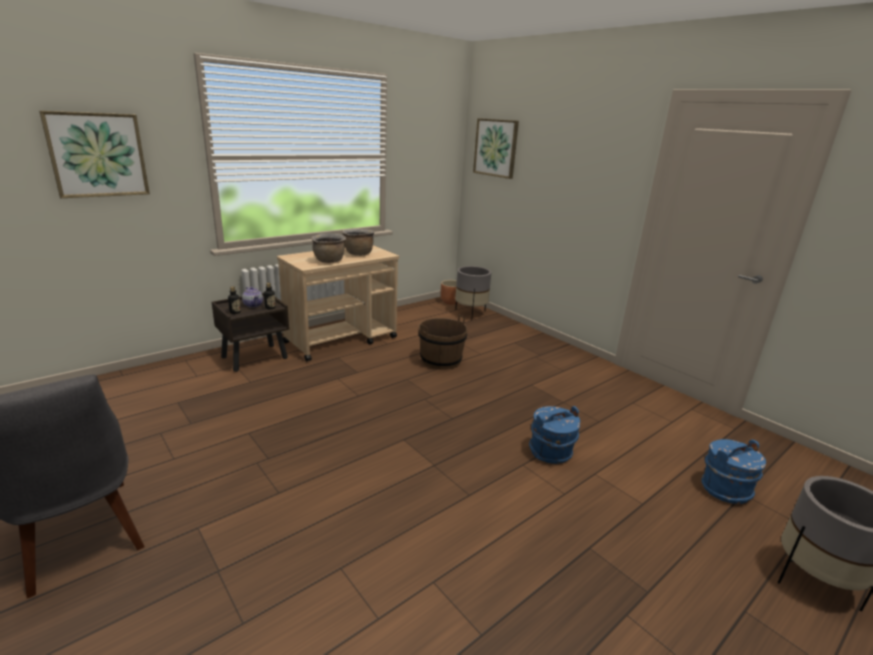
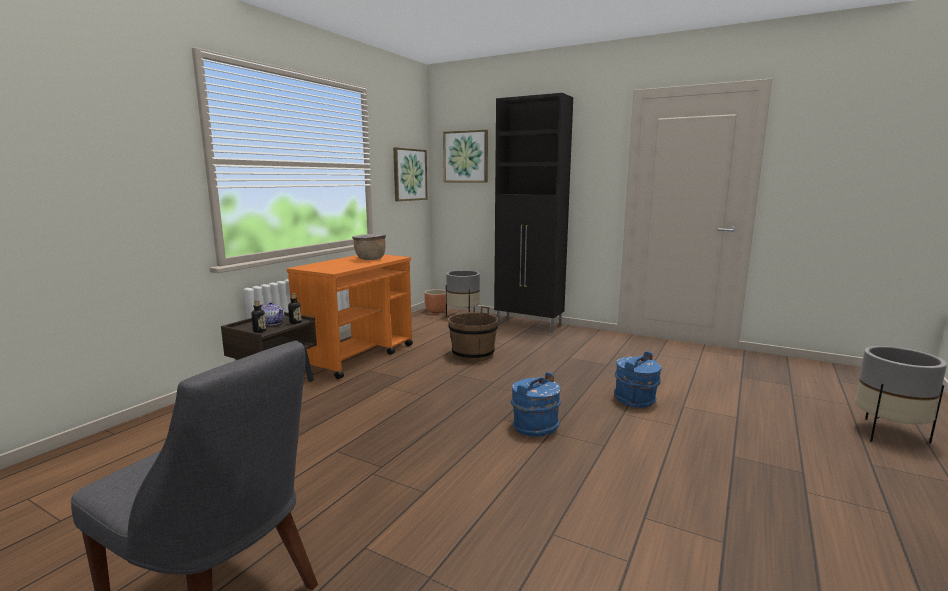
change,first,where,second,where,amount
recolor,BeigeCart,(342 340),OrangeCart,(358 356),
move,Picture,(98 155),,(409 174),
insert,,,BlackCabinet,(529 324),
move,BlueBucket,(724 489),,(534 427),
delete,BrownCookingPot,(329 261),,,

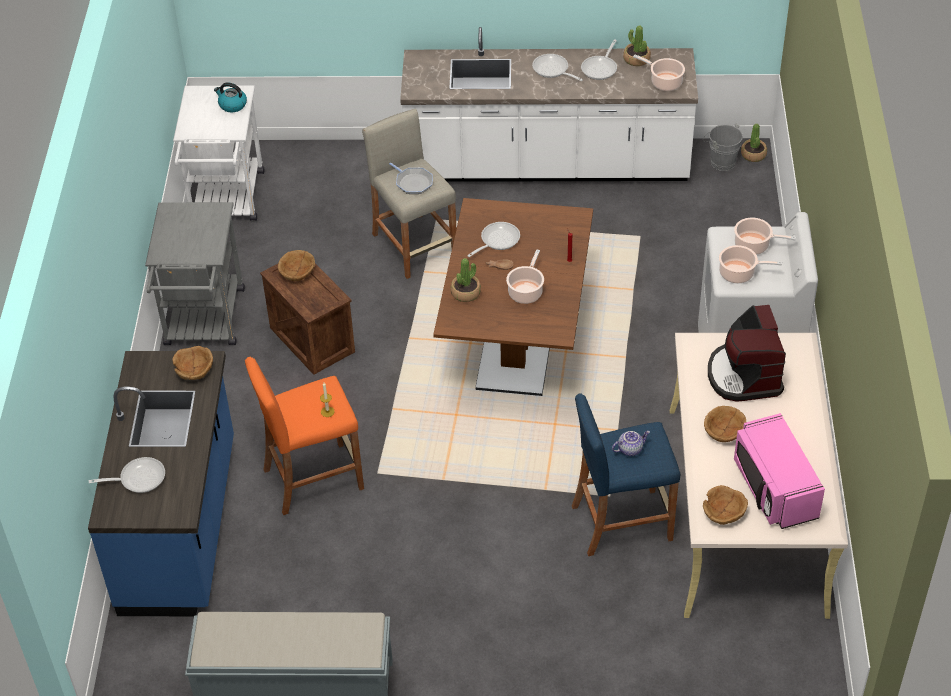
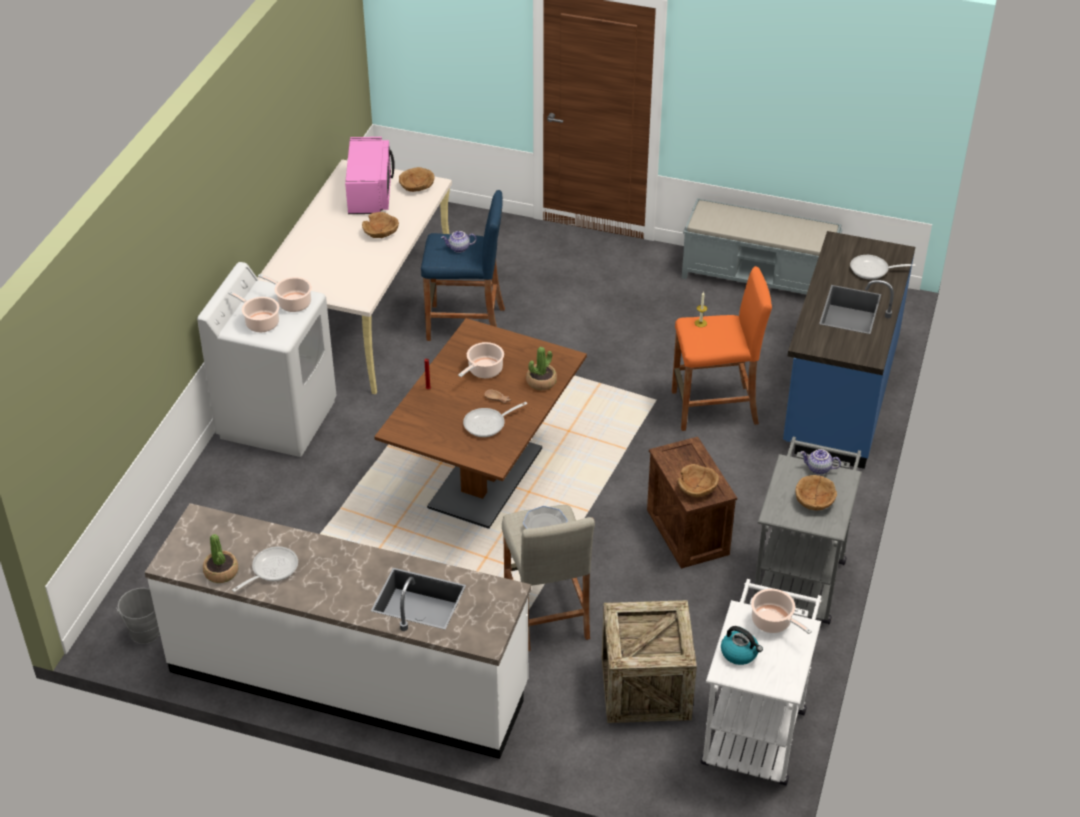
change,first,where,second,where,amount
insert,,,Crate,(645 688),
move,CookingPot,(664 82),,(773 622),
move,BrownBowl,(194 370),,(814 501),
insert,,,Teapot,(818 469),
delete,FryingPan,(552 70),,,
delete,CoffeeMachine,(744 375),,,
delete,PottedPlant,(753 155),,,

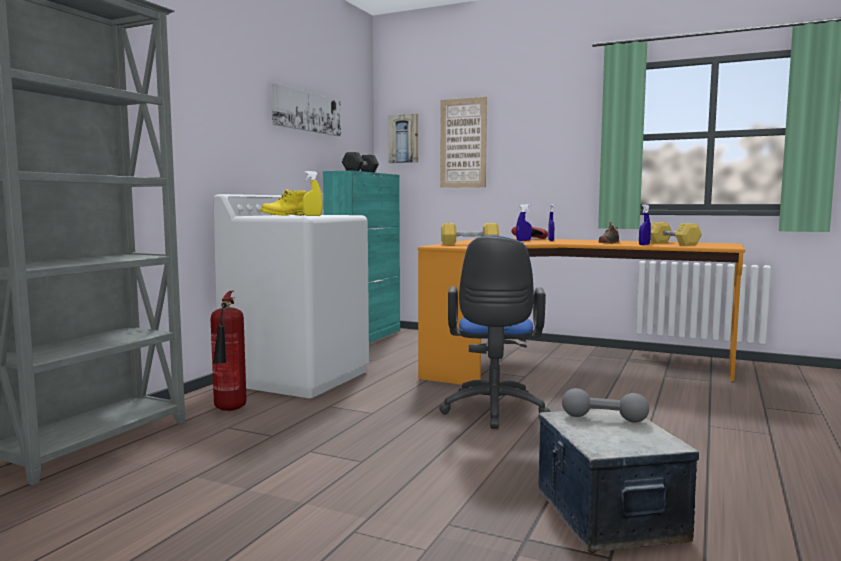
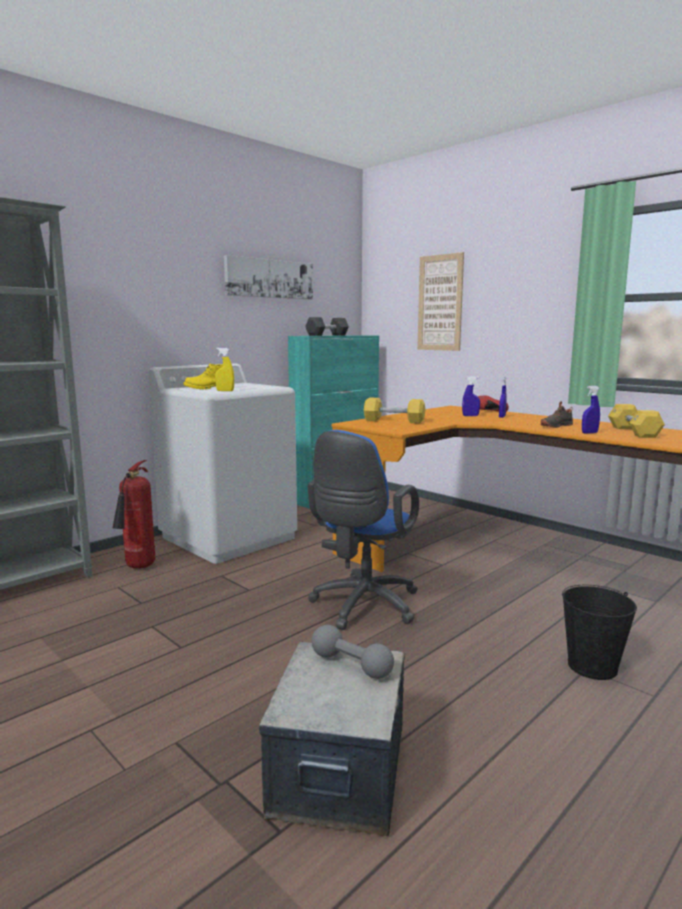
change,first,where,second,where,amount
insert,,,BlackBucket,(592 666),
delete,Picture,(404 139),,,

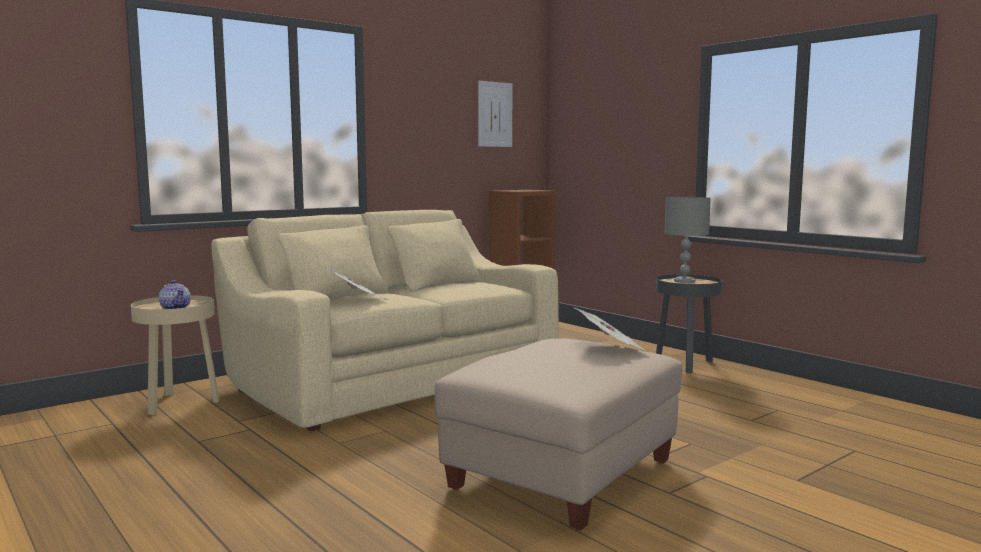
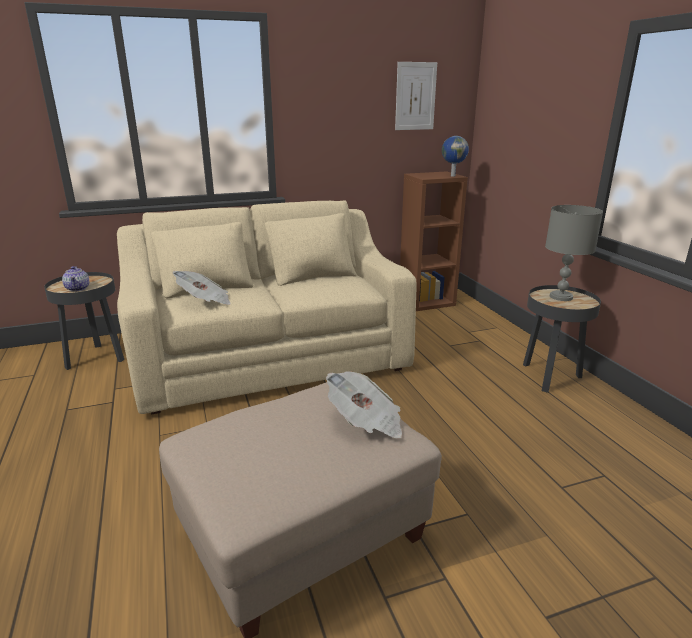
change,first,where,second,where,amount
recolor,BeigeSideTable,(179 403),BlackSideTable,(96 358),
insert,,,Globe,(452 176),

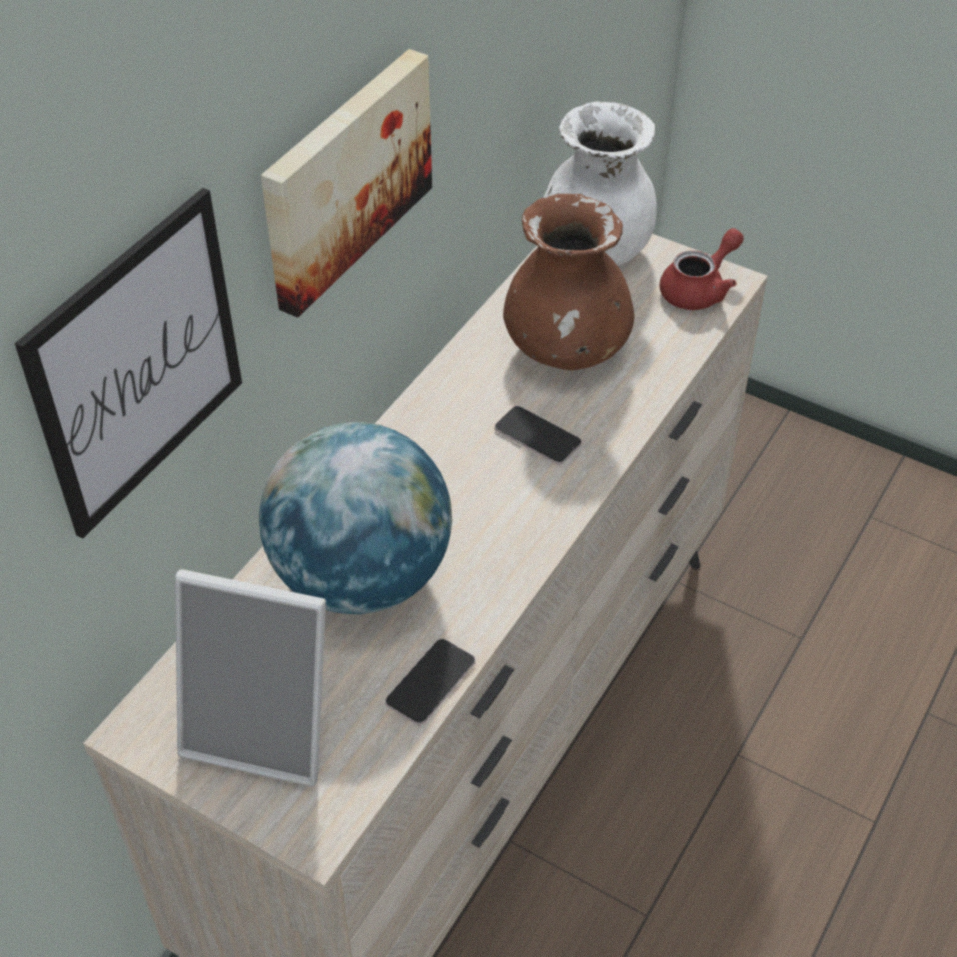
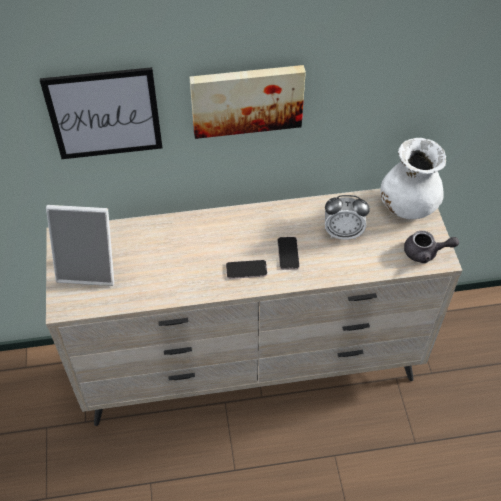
change,first,where,second,where,amount
rotate,PictureFrame,(265 728),,(89 267),60 degrees counterclockwise
move,Phone,(430 682),,(246 270),
replace,BrownVase,(567 349),AlarmClock,(343 233),
recolor,RedTeapot,(699 290),GreyTeapot,(425 253),
delete,Globe,(362 576),,,

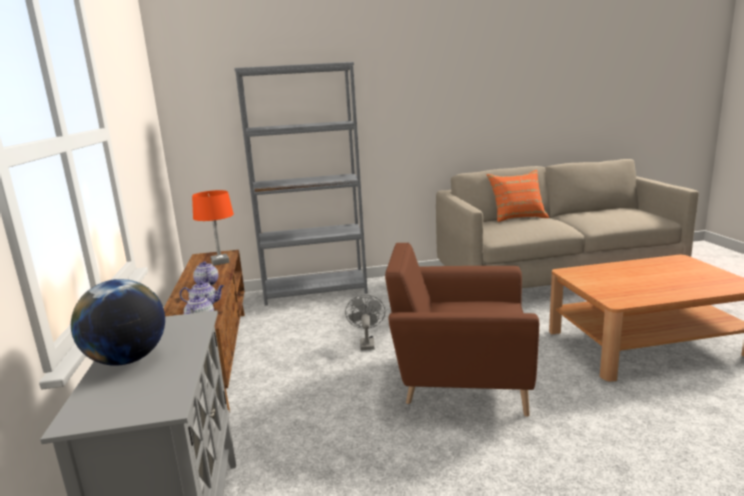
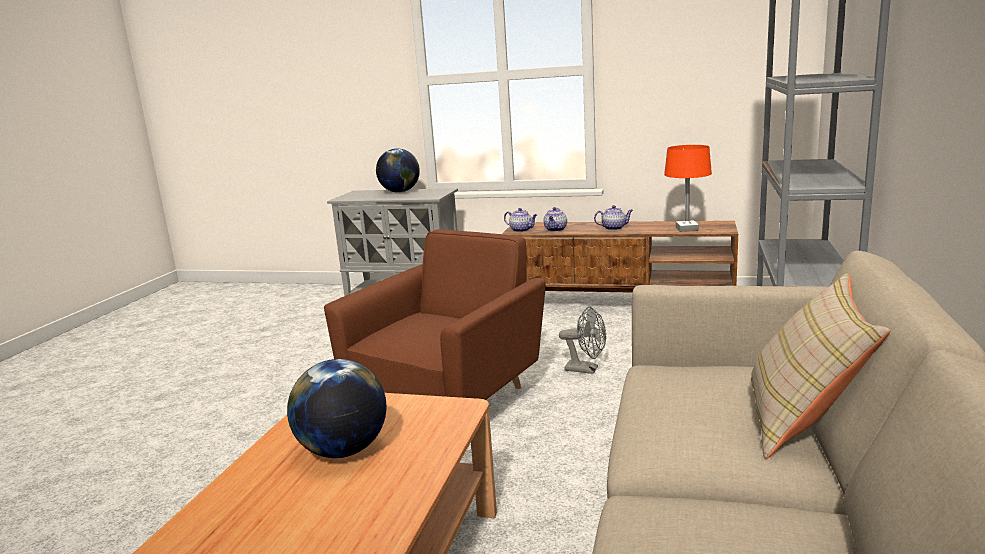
change,first,where,second,where,amount
insert,,,Globe,(343 451),
recolor,OrangePillow,(517 217),BeigePillow,(803 420),

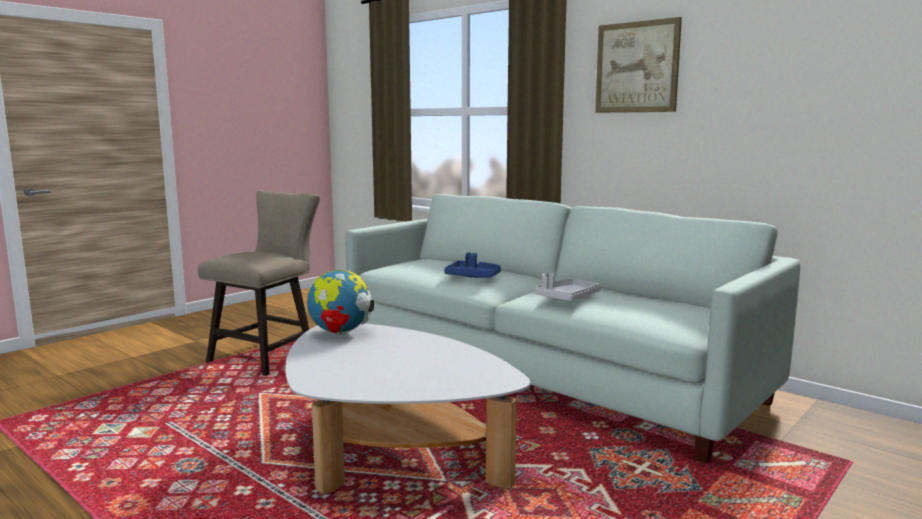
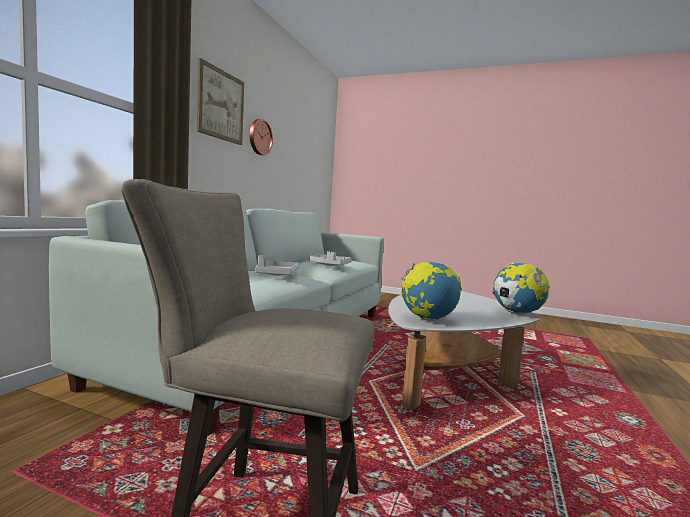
change,first,where,second,where,amount
insert,,,WallClock,(259 137),
recolor,BlueTray,(473 276),GreyTray,(277 275),
insert,,,Globe,(516 313),

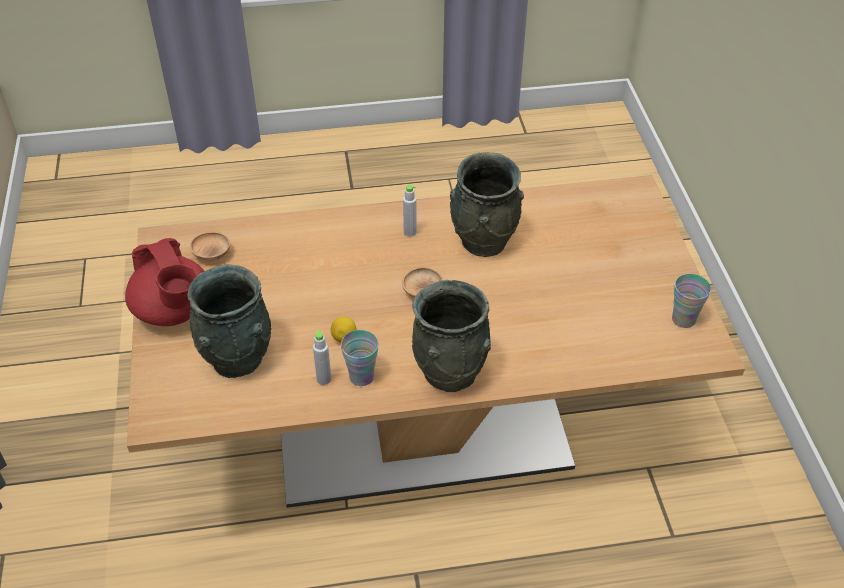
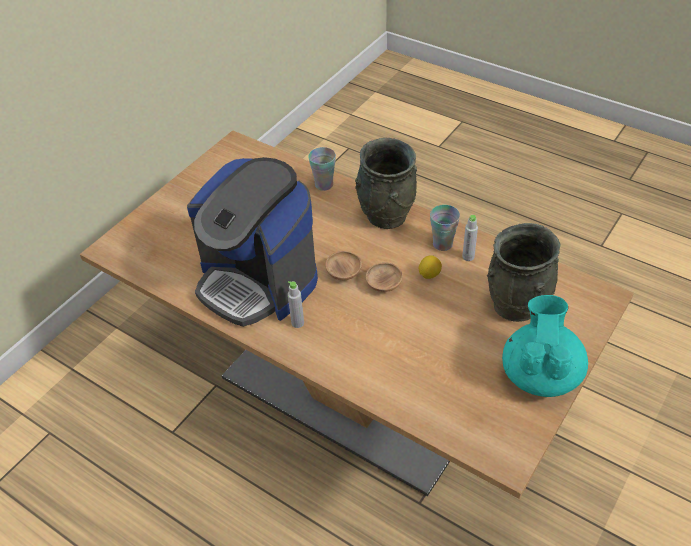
change,first,where,second,where,amount
replace,GreyVase,(483 240),CoffeeMachine,(258 281),
move,Cup,(683 319),,(324 185),
move,BrownBowl,(211 254),,(384 284),
recolor,RedTeapot,(174 311),TurquoiseTeapot,(540 374),

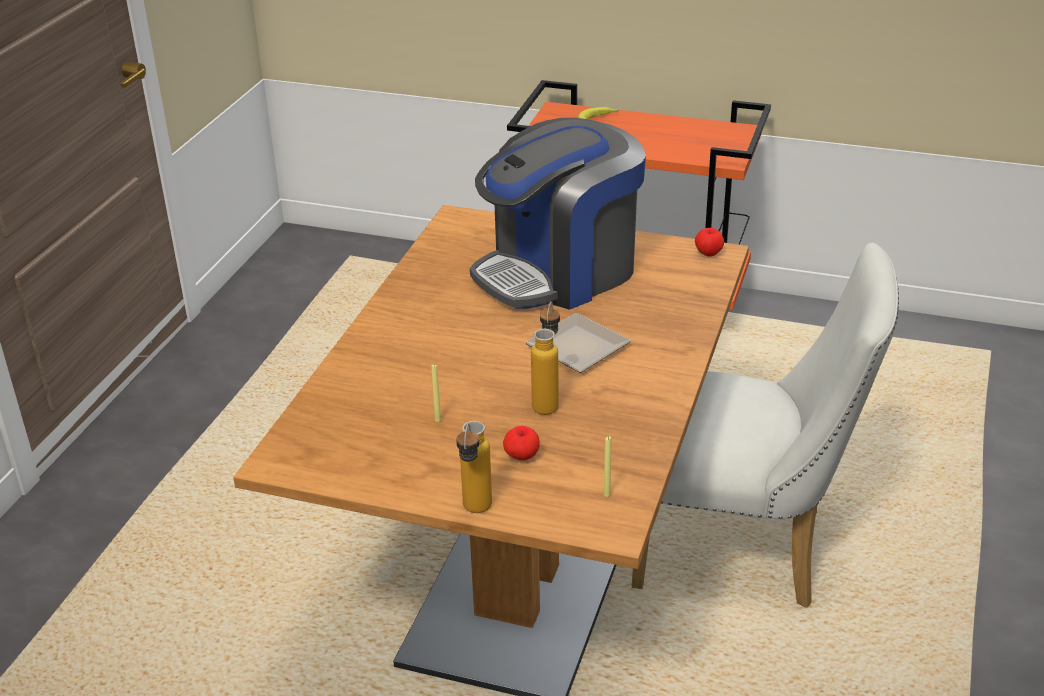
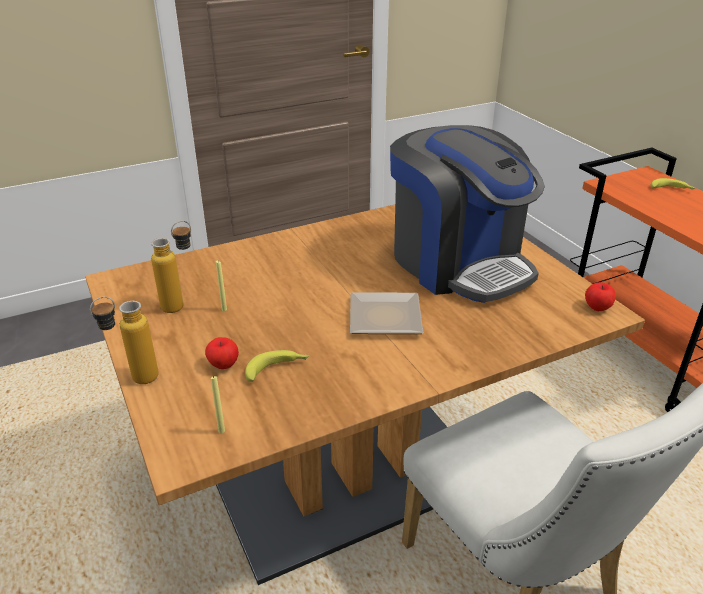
change,first,where,second,where,amount
move,Bottle,(547 401),,(181 304),
insert,,,Banana,(277 369),
rotate,CoffeeMachine,(559 272),,(458 263),135 degrees counterclockwise

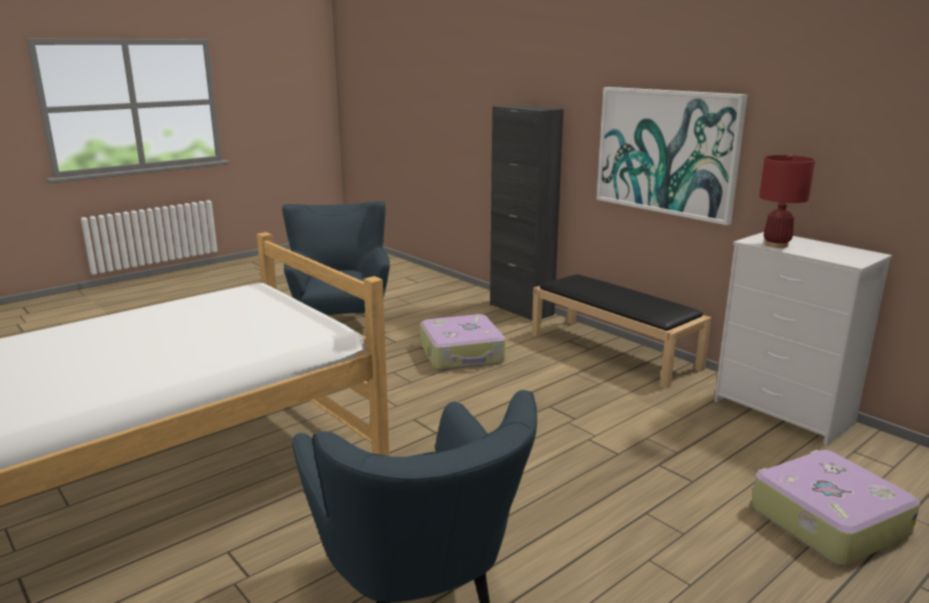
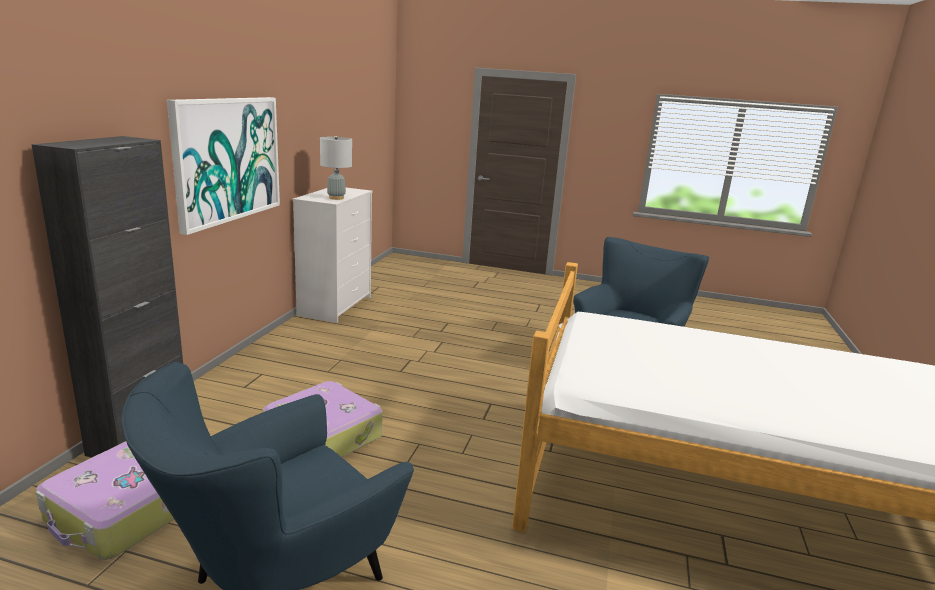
change,first,where,second,where,amount
move,Suitcase,(826 520),,(124 512),
recolor,RedTableLamp,(776 245),GreyTableLamp,(336 198),
delete,BlackBench,(615 351),,,

